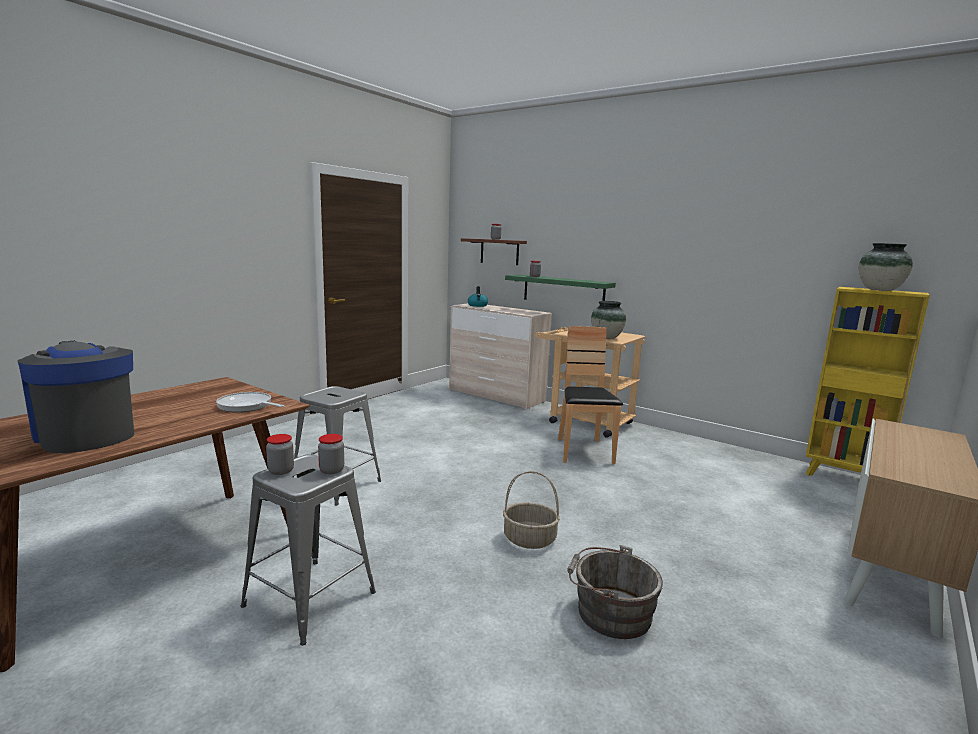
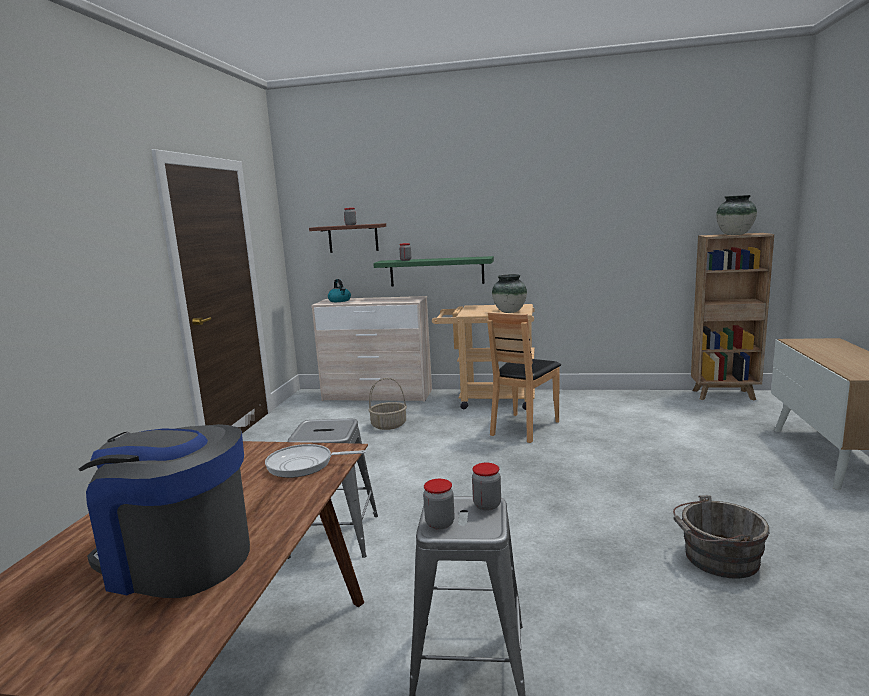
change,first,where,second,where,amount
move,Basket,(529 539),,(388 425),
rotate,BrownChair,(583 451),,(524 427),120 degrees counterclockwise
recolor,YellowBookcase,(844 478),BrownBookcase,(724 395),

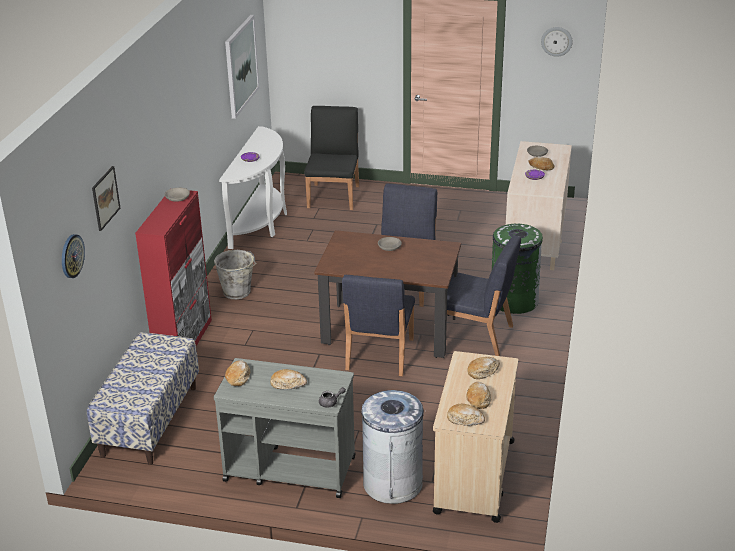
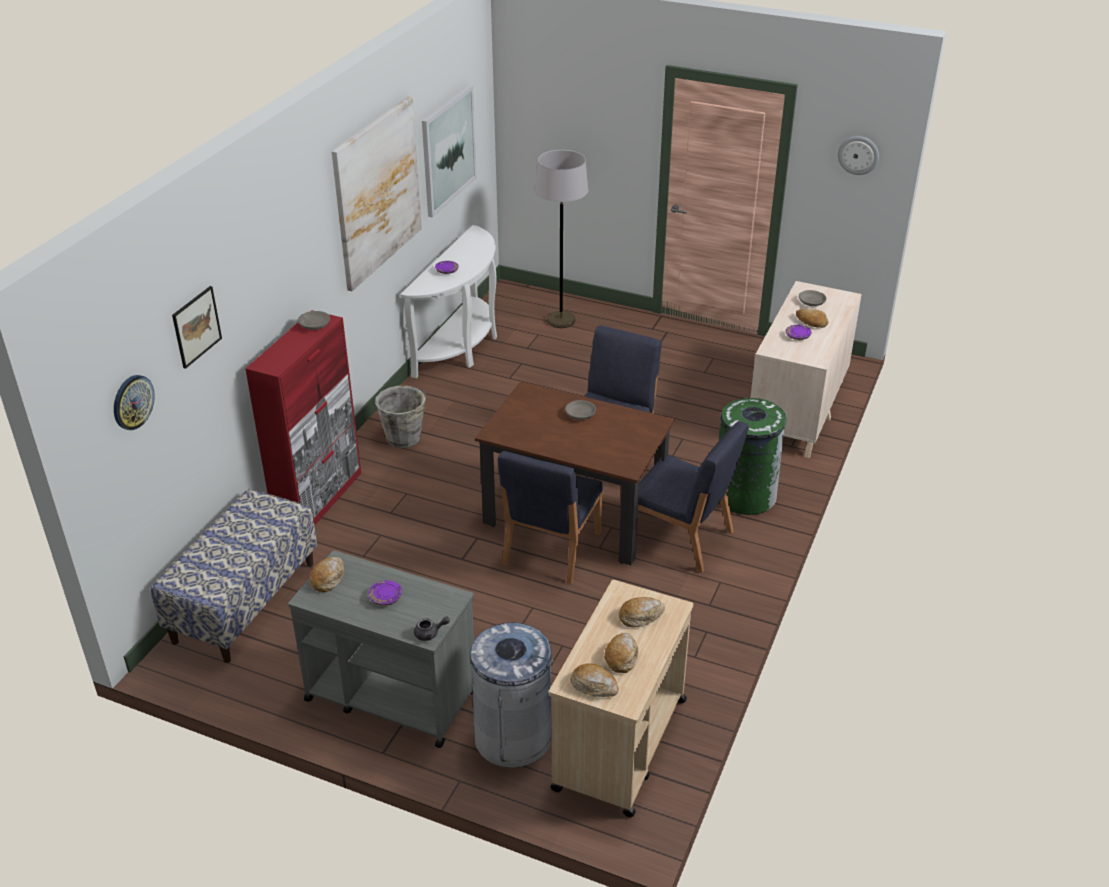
change,first,where,second,where,amount
insert,,,Picture,(377 192),
replace,Bread,(288 384),PurplePlate,(385 598),
replace,BlackChair,(334 196),GreyFloorLamp,(561 320),

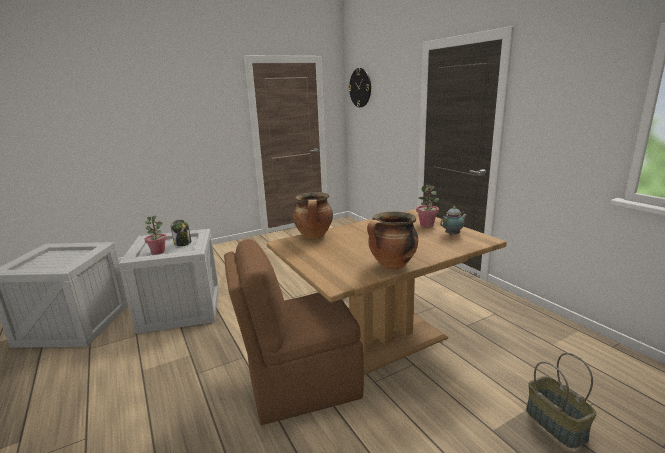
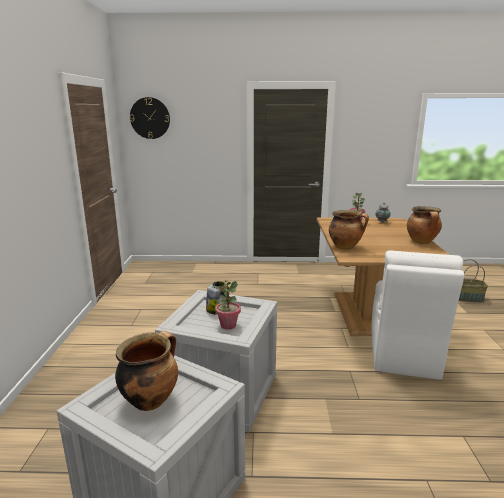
change,first,where,second,where,amount
insert,,,CookingPot,(150 399),
recolor,BrownChair,(300 385),WhiteChair,(403 354),

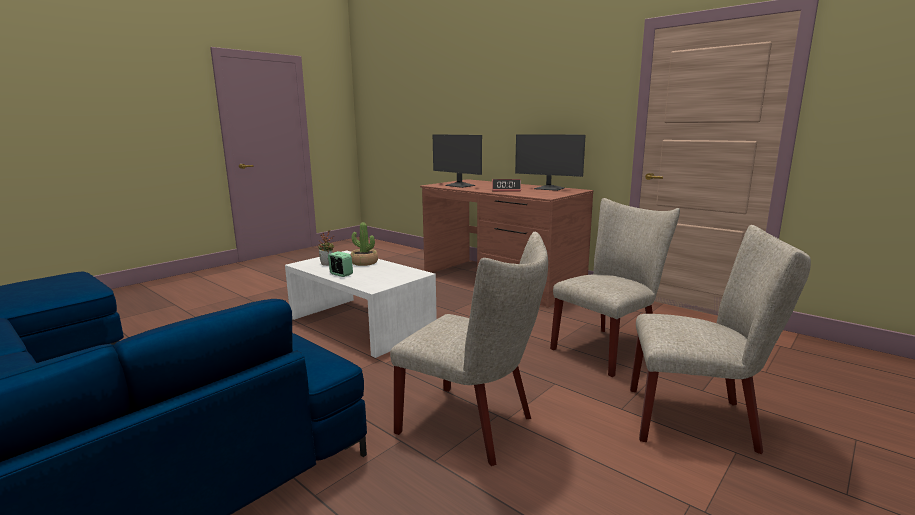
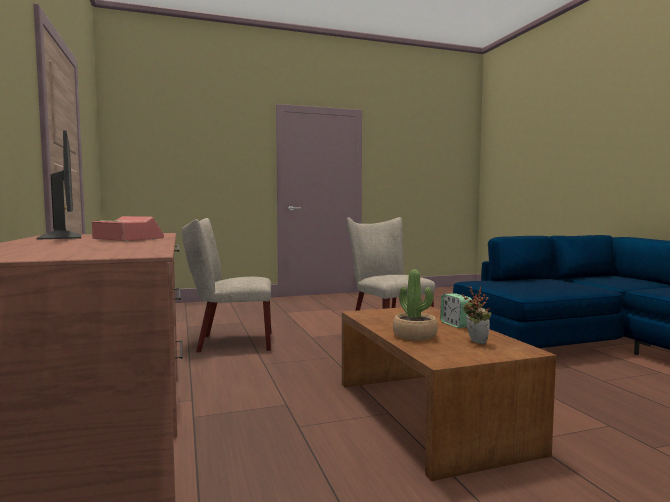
change,first,where,second,where,amount
recolor,WhiteCoffeeTable,(360 324),BrownCoffeeTable,(429 414),
delete,Monitor,(459 185),,,
delete,BeigeChair,(699 420),,,

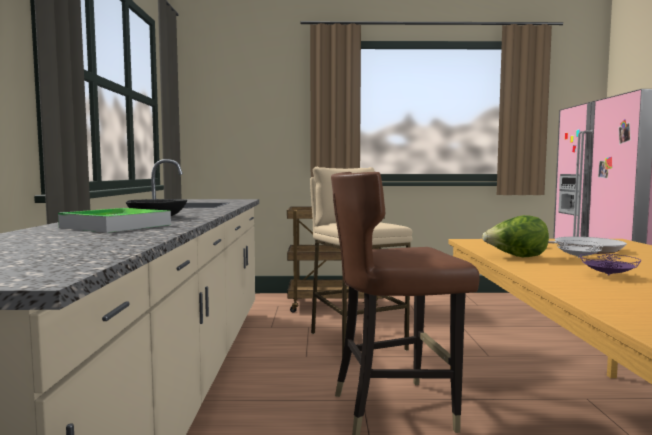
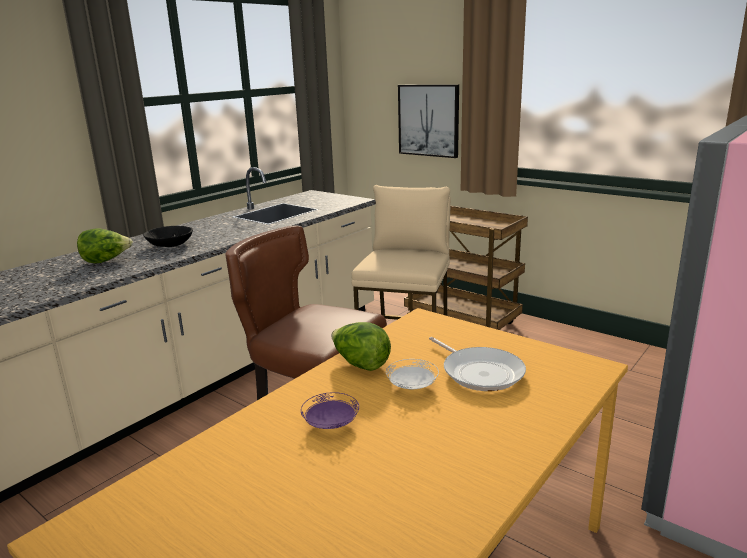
change,first,where,second,where,amount
replace,Tray,(116 226),Lettuce,(106 261),
insert,,,Picture,(429 120),

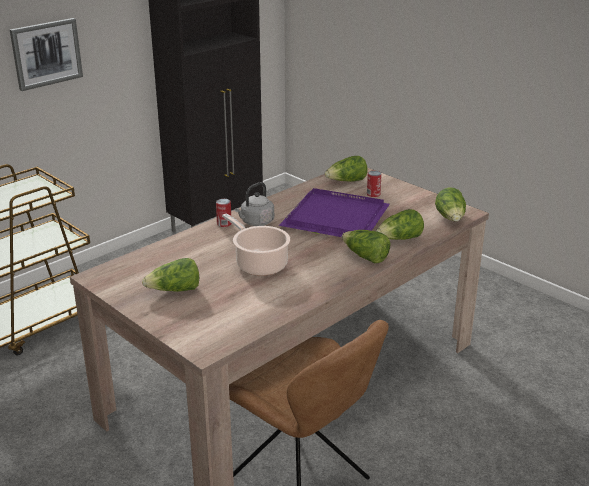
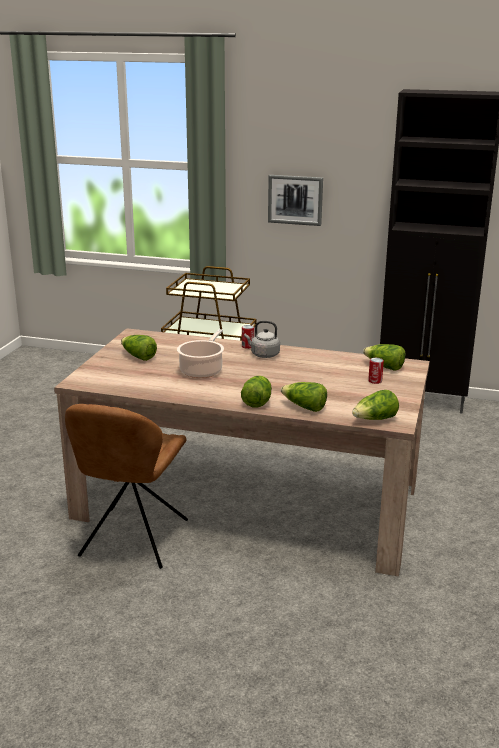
change,first,where,second,where,amount
delete,PurpleTray,(336 219),,,

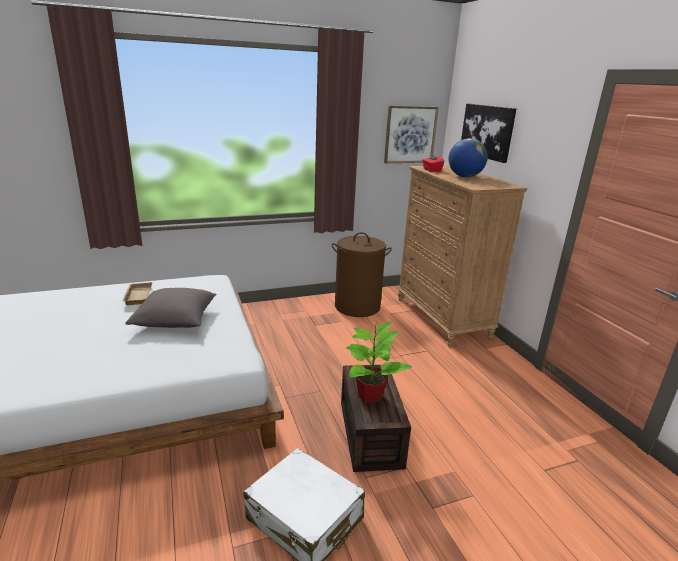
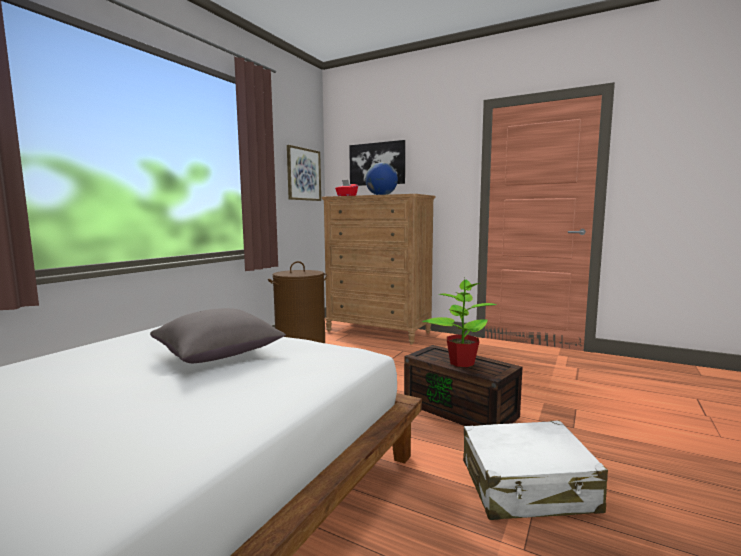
change,first,where,second,where,amount
delete,BeigeTray,(137 296),,,

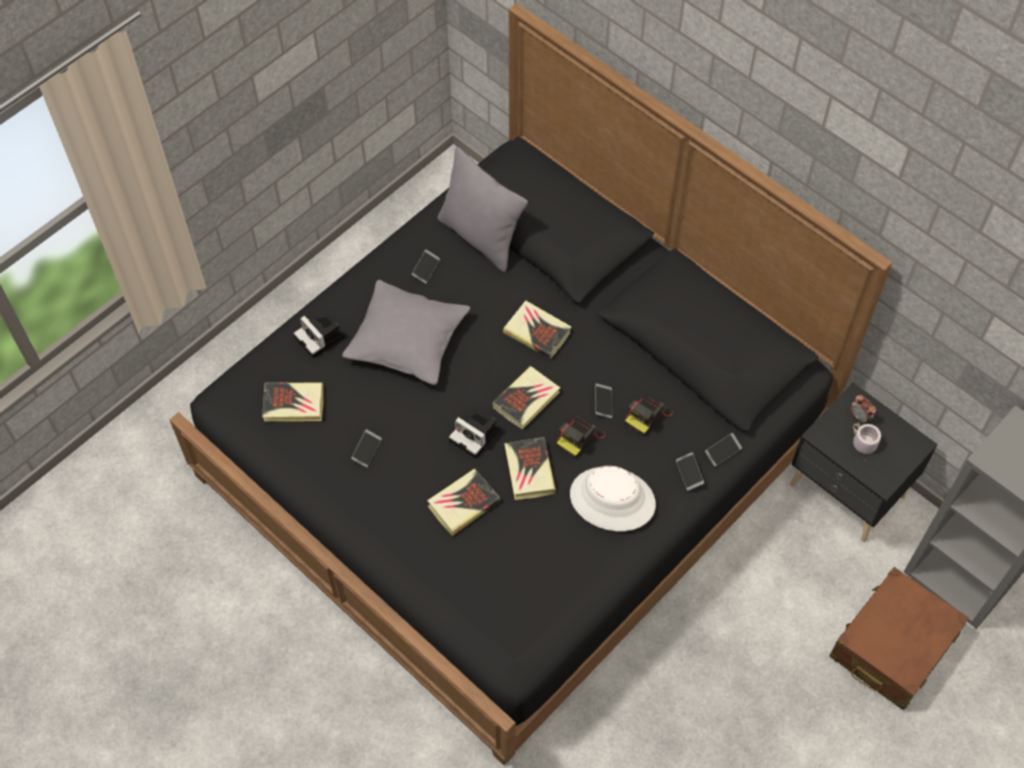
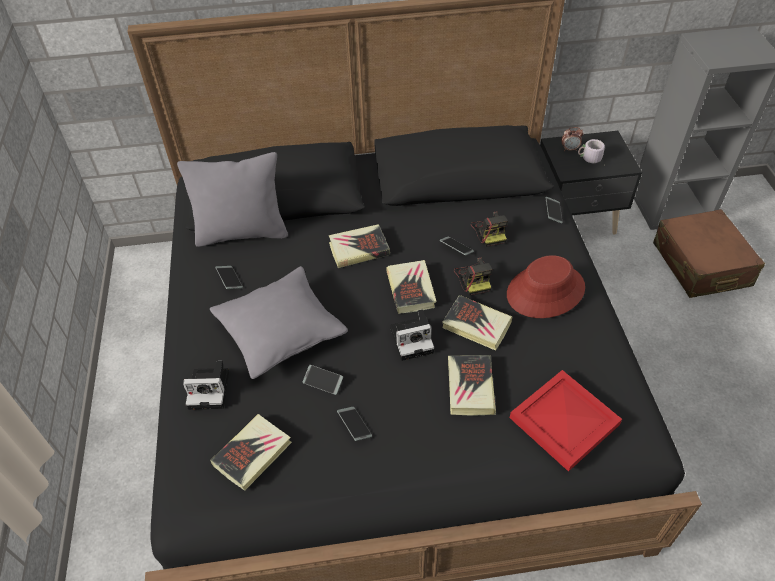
change,first,where,second,where,amount
move,Phone,(689 473),,(323 382),
recolor,WhiteHat,(612 500),RedHat,(545 291),
insert,,,RedTray,(564 419),

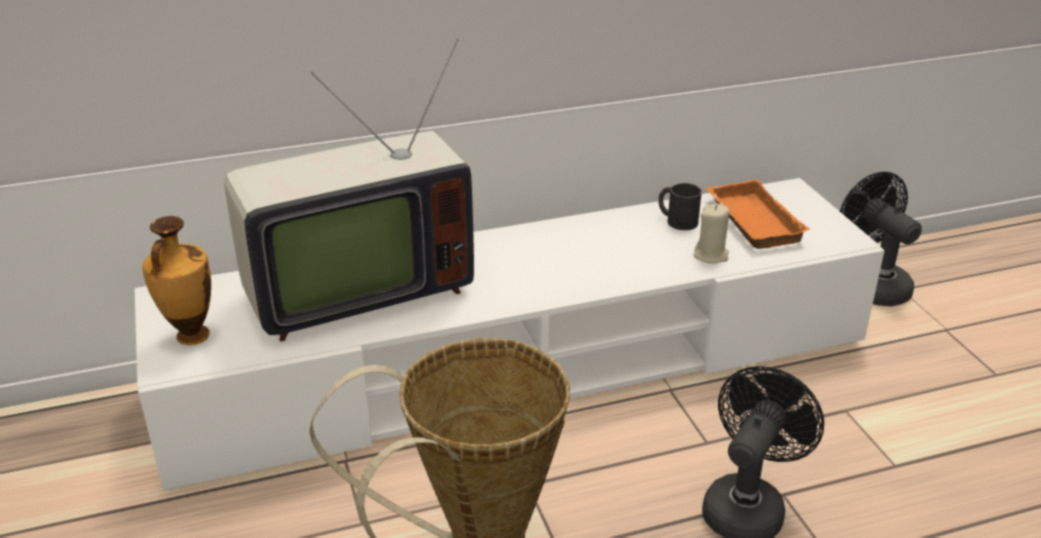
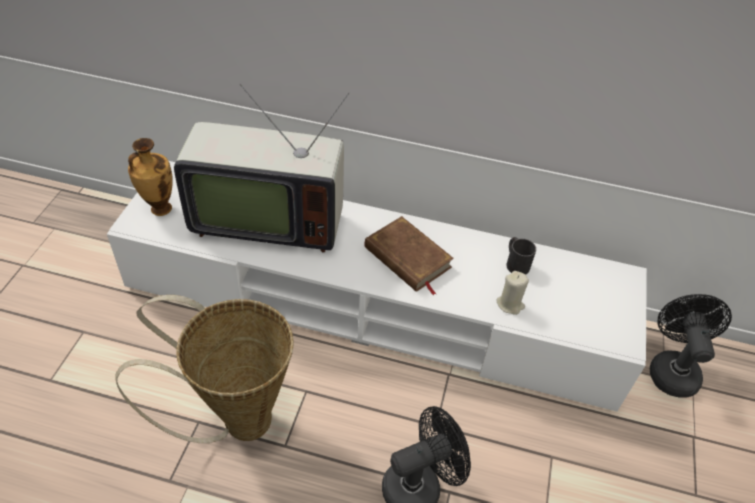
change,first,where,second,where,amount
insert,,,BrownBook,(407 258),
delete,OrangeTray,(750 221),,,

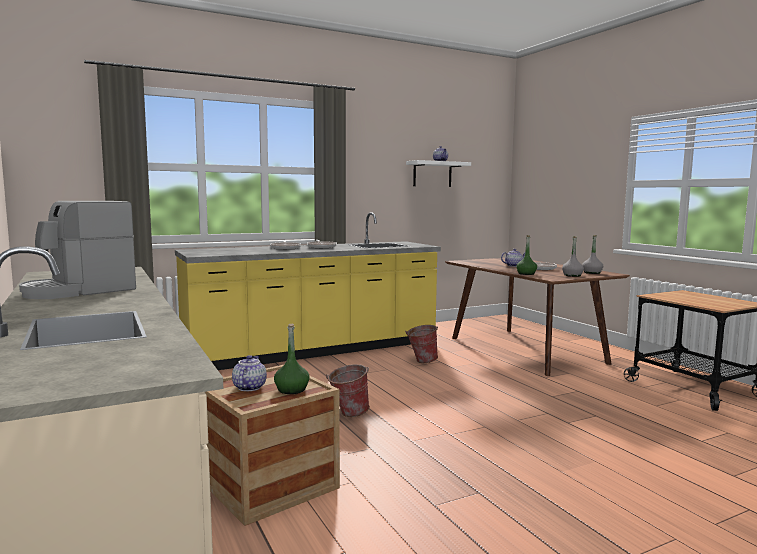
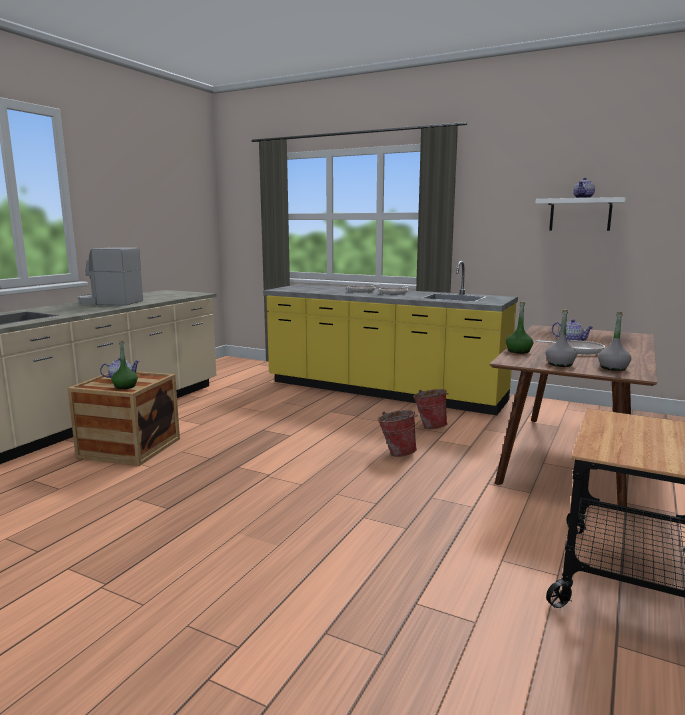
change,first,where,second,where,amount
move,Bucket,(348 413),,(396 453),

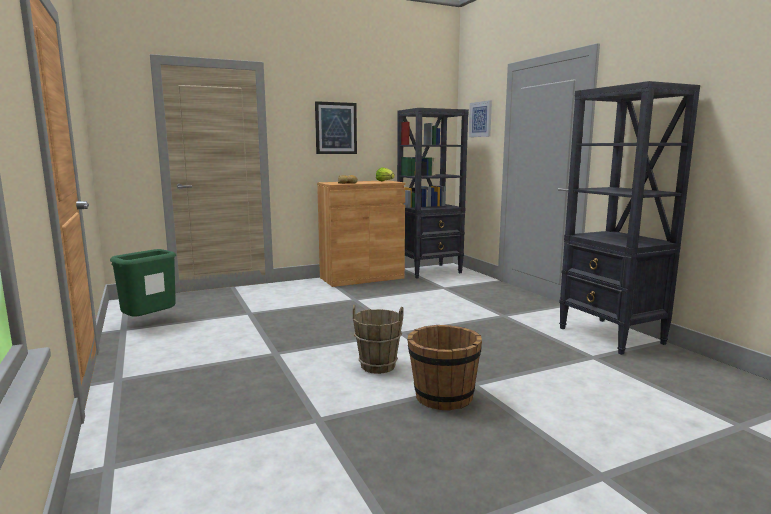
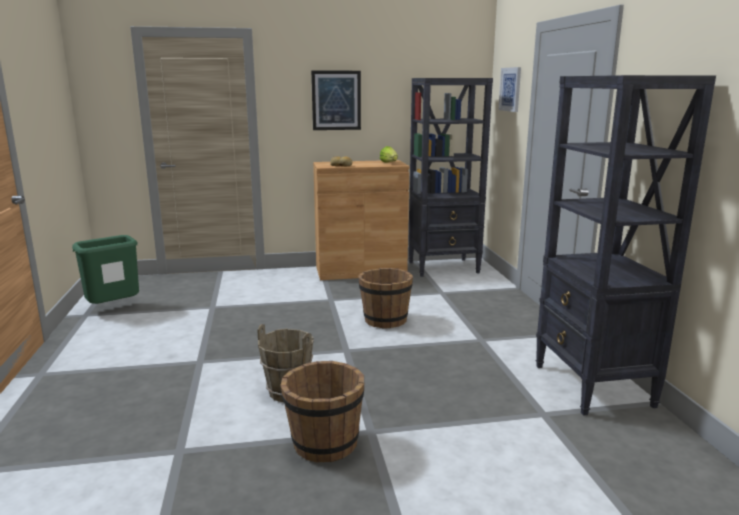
change,first,where,second,where,amount
insert,,,BrownBucket,(385 320),

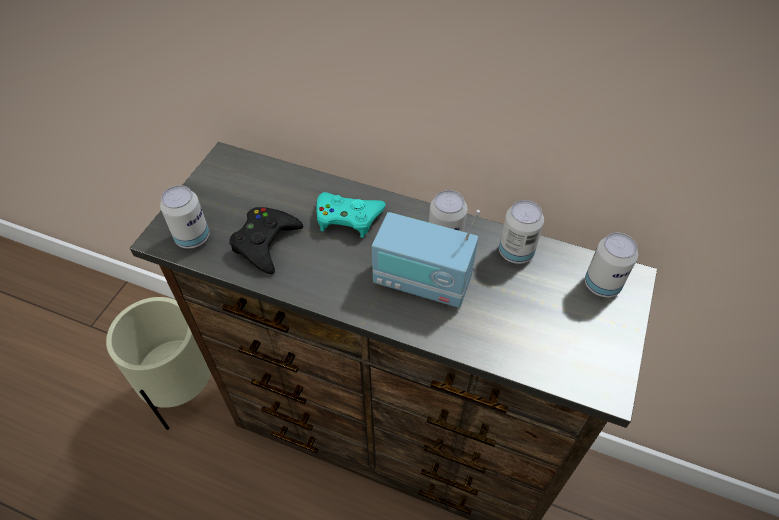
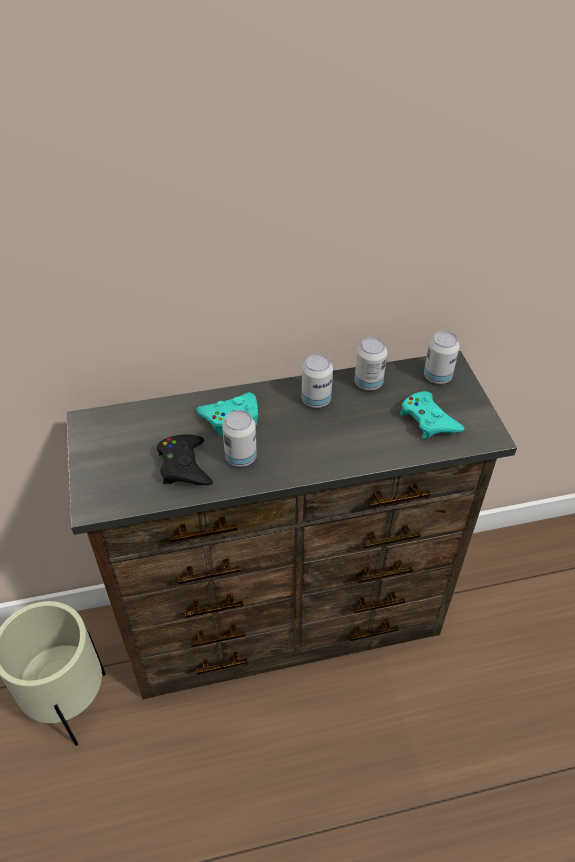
change,first,where,second,where,amount
move,Can,(192 238),,(240 457),
insert,,,TurquoiseGameController,(428 420),
delete,Radio,(422 282),,,

